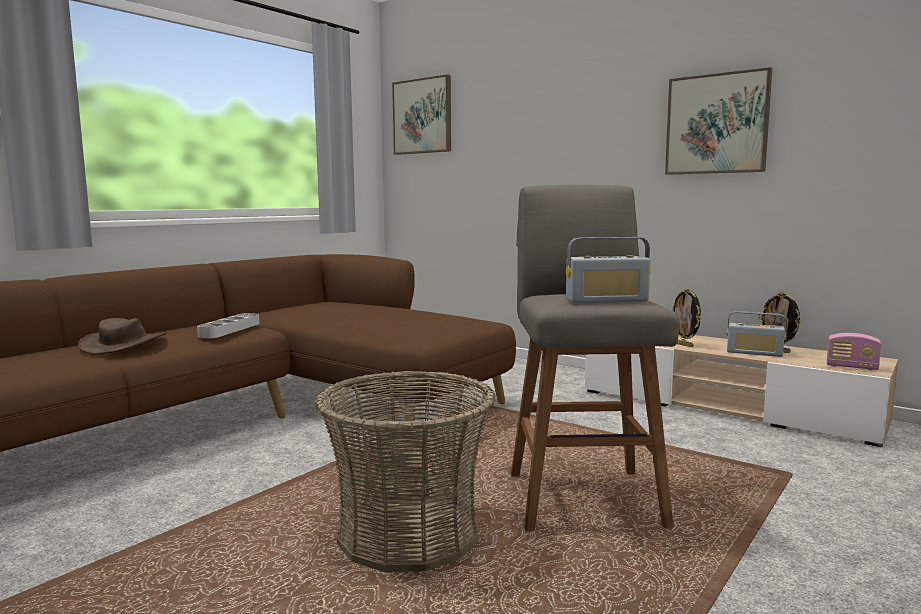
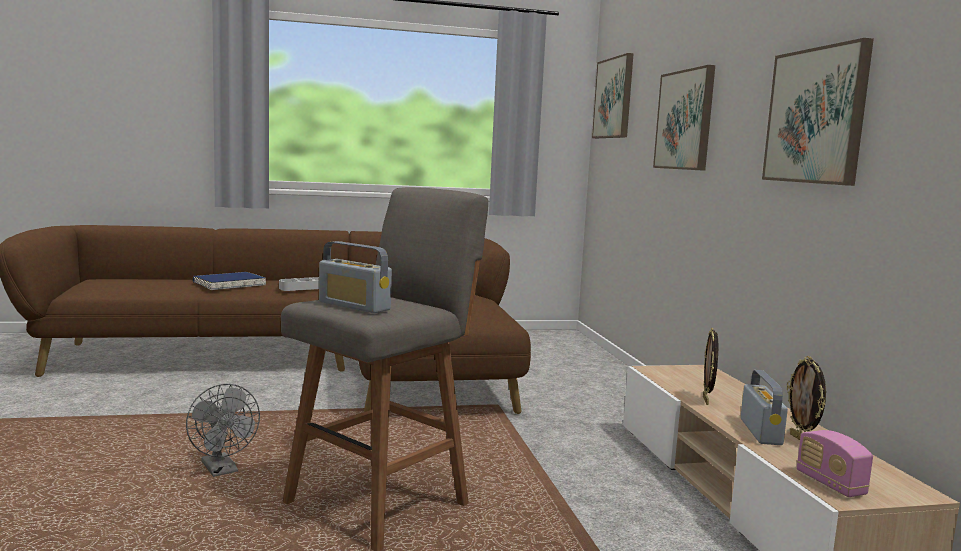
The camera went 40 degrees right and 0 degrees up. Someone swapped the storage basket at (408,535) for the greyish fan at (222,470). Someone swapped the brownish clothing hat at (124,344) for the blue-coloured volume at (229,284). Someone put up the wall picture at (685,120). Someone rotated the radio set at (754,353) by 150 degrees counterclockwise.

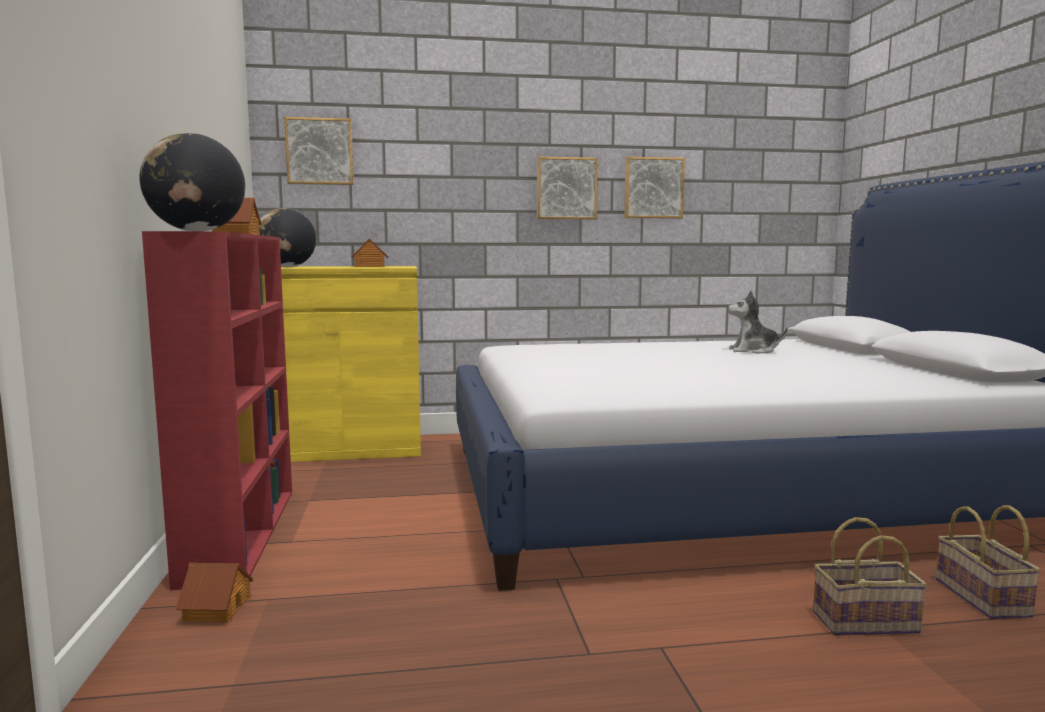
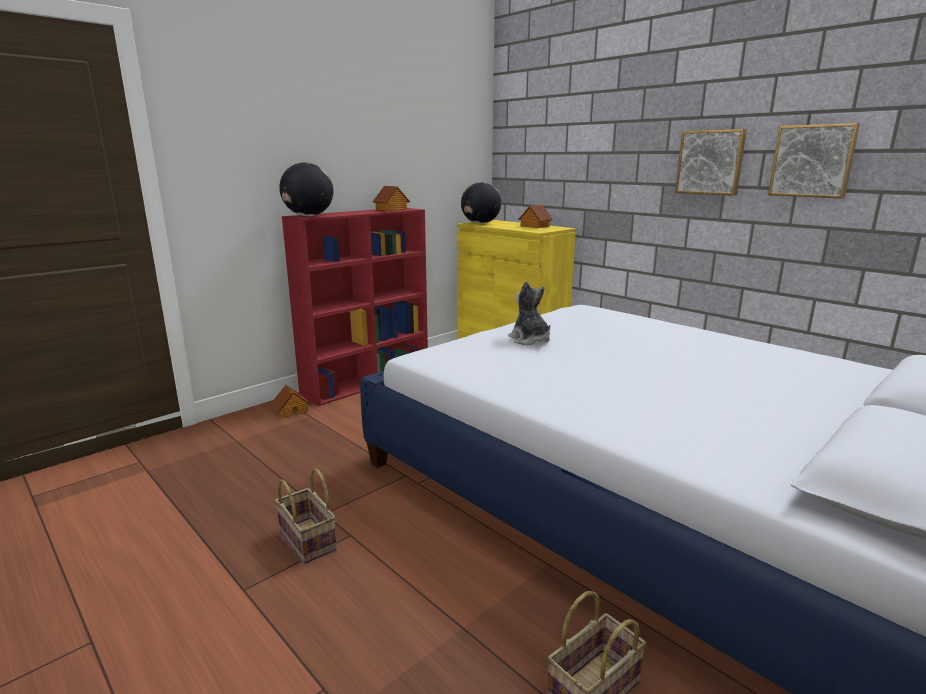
The camera went 55 degrees right and 10 degrees up. Someone carried the storage basket from (866,621) to (309,540). Someone carried the cuddly toy from (753,351) to (529,340). Someone took away the wall picture at (320,152).

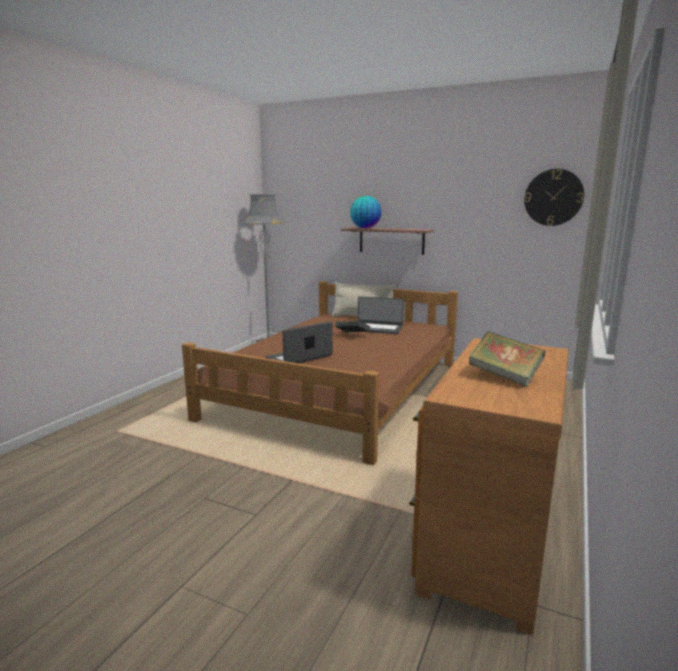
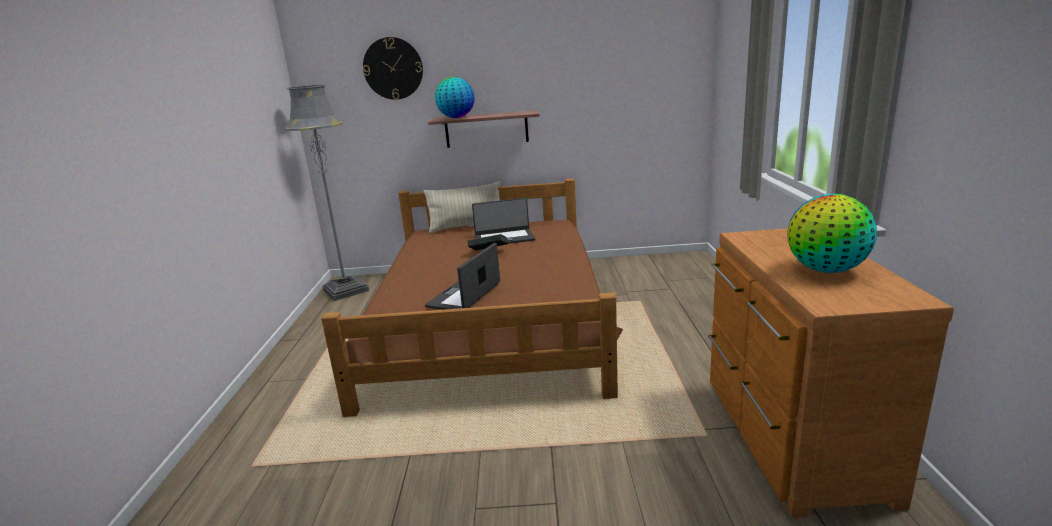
The camera went 25 degrees left and 5 degrees up. Someone carried the clock on the wall from (553,197) to (393,68). Someone swapped the volume at (504,376) for the globe at (826,270).

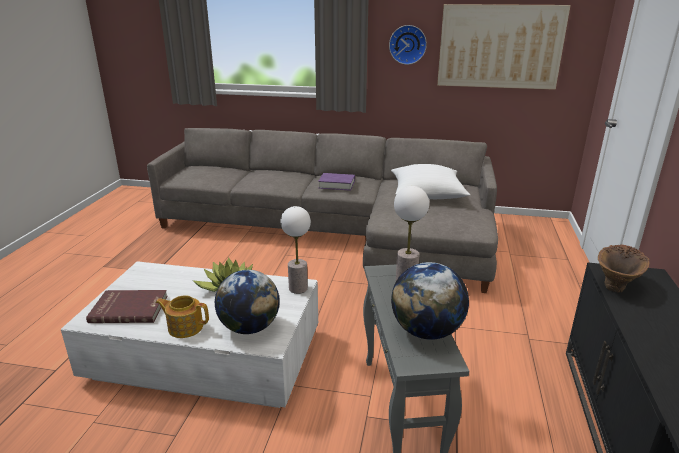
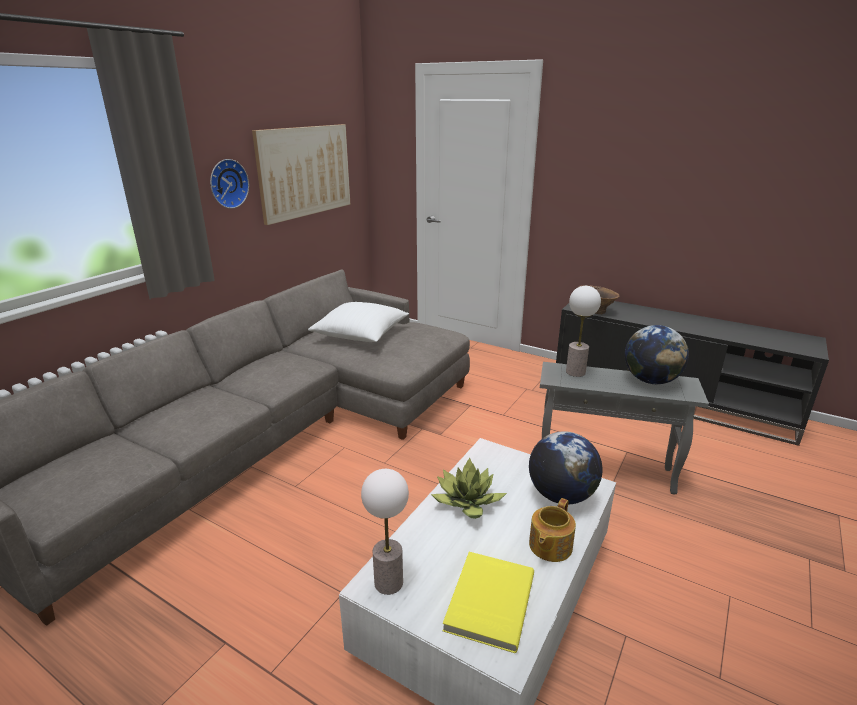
The camera went 70 degrees left and 0 degrees up. Someone carried the tabletop lamp from (298,288) to (388,582). Someone repainted the red-coloured volume at (129,308), which became the yellowish volume at (488,601). Someone took away the purple-coloured volume at (336,185).

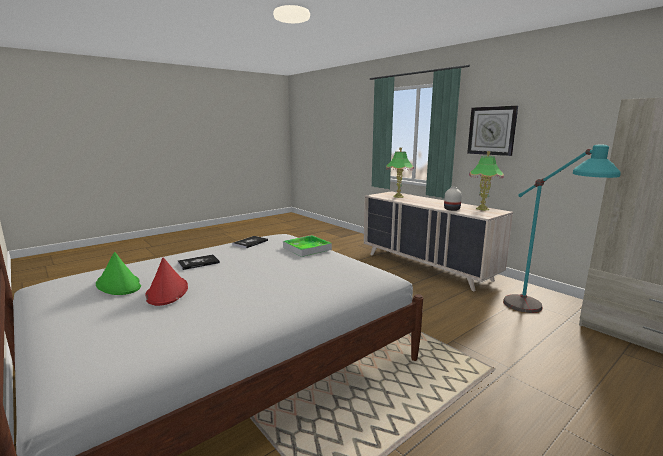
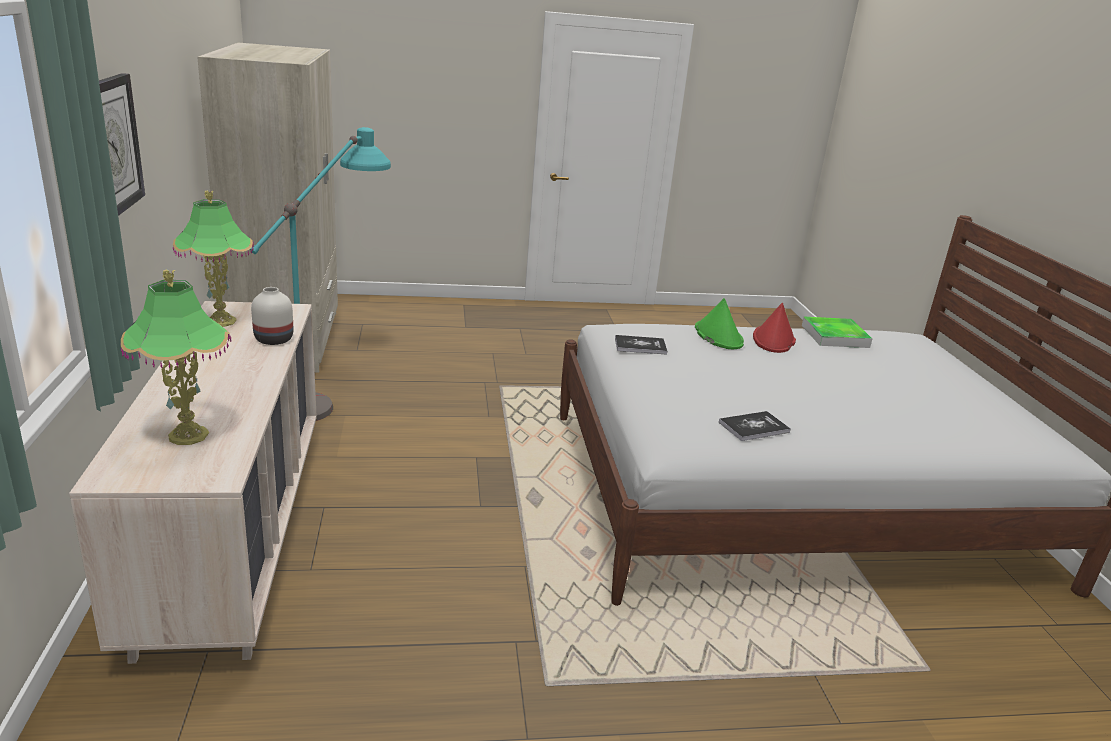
The camera went 150 degrees left and 10 degrees up. Someone carried the volume from (198,263) to (640,346). Someone carried the green-coloured clothing hat from (119,285) to (718,336). Someone carried the red-coloured clothing hat from (167,292) to (774,339). Someone carried the serving tray from (307,248) to (834,336).

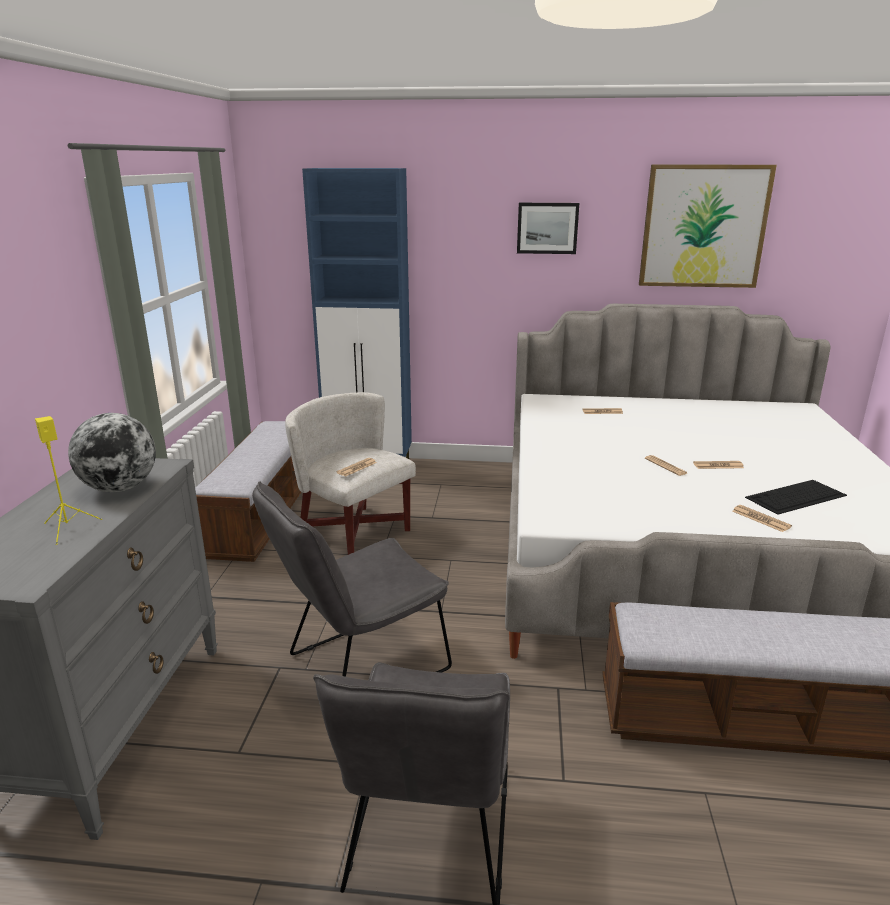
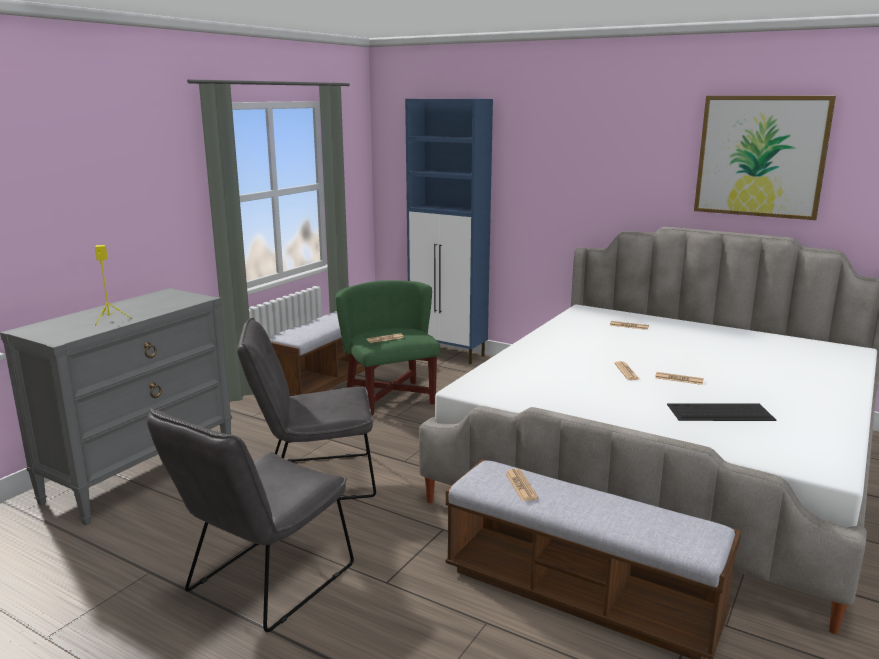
The camera went 25 degrees right and 5 degrees down. Someone repainted the whitish armchair at (355,532), which became the green-coloured armchair at (391,398). Someone carried the printed paper from (761,519) to (521,486). Someone took away the globe at (119,488). Someone took away the wall picture at (547,228).

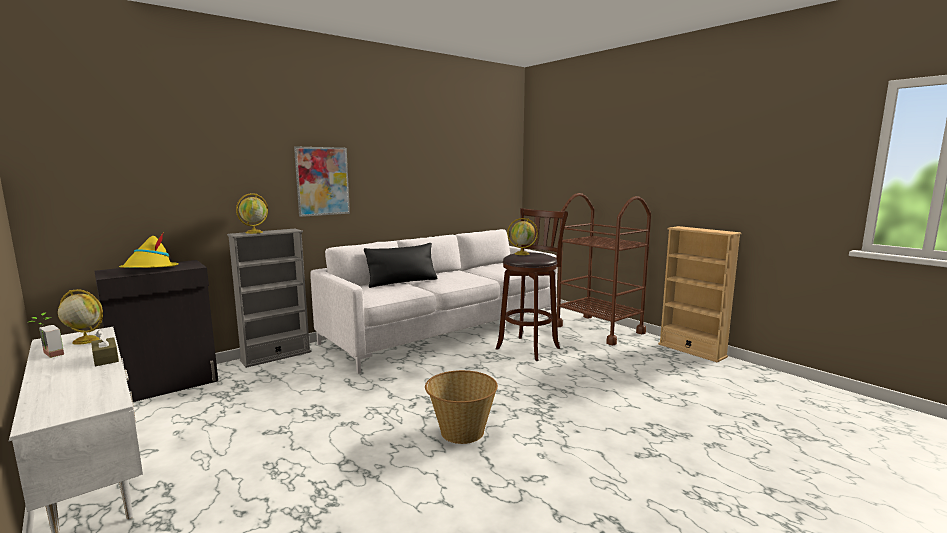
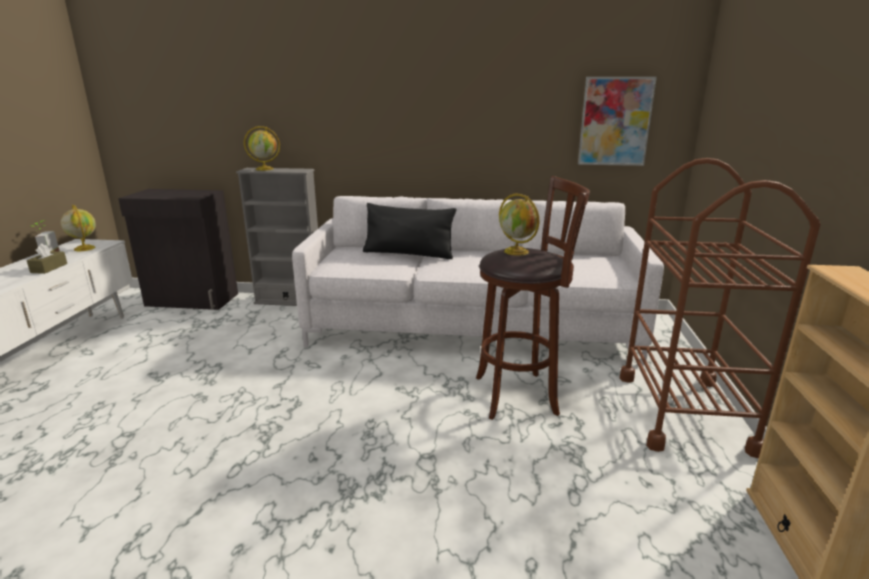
The camera went 45 degrees right and 10 degrees up. Someone carried the wall picture from (322,181) to (615,121). Someone took away the yellowish clothing hat at (150,270). Someone took away the storage basket at (461,432).

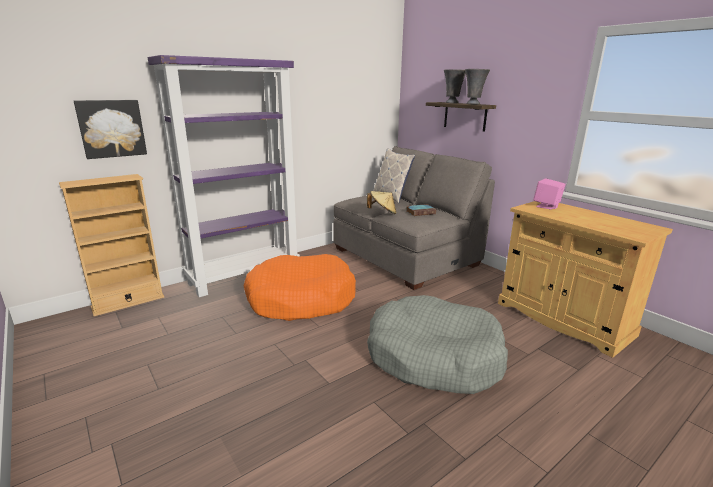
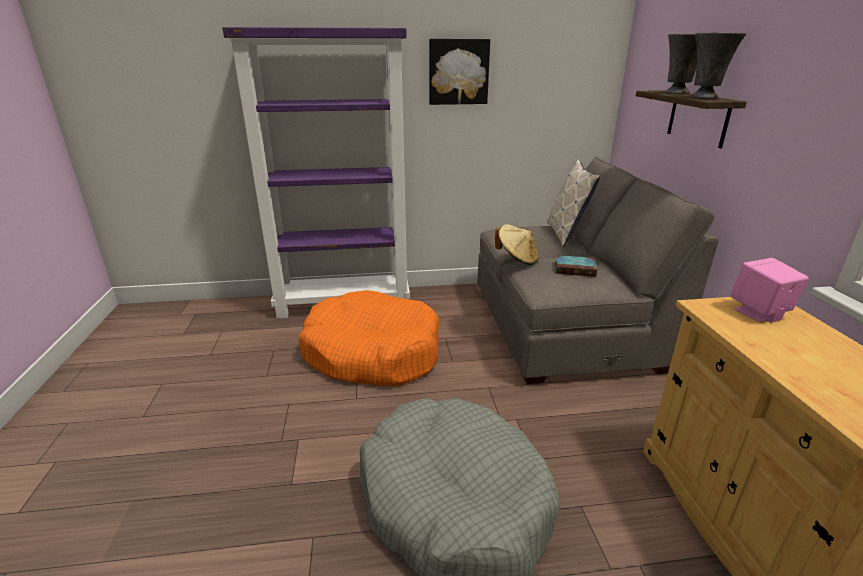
The camera went 30 degrees right and 5 degrees up. Someone carried the wall picture from (111,128) to (458,72). Someone took away the beige-coloured shelving unit at (128,302).

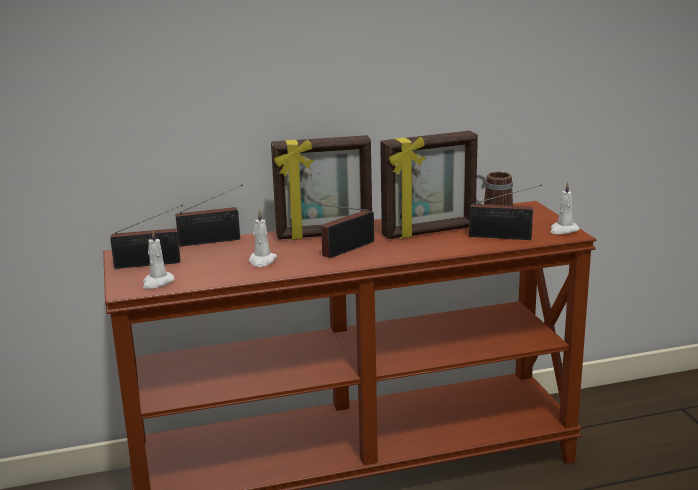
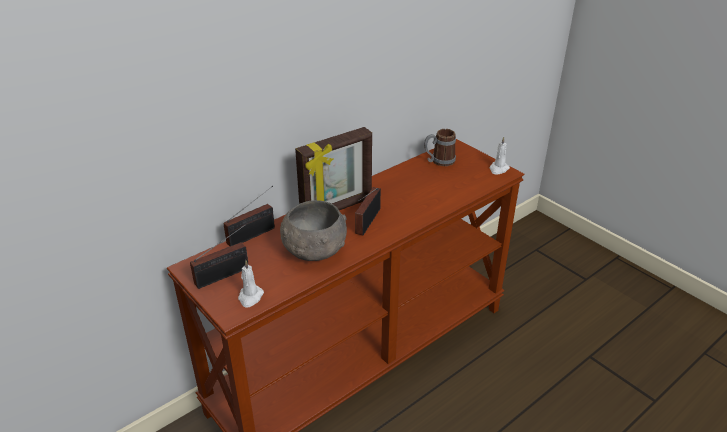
The camera went 25 degrees left and 15 degrees up. Someone swapped the whitish wax candle at (262,261) for the greyish serving bowl at (314,251). Someone took away the standing frame at (429,232). Someone took away the radio set at (504,237).

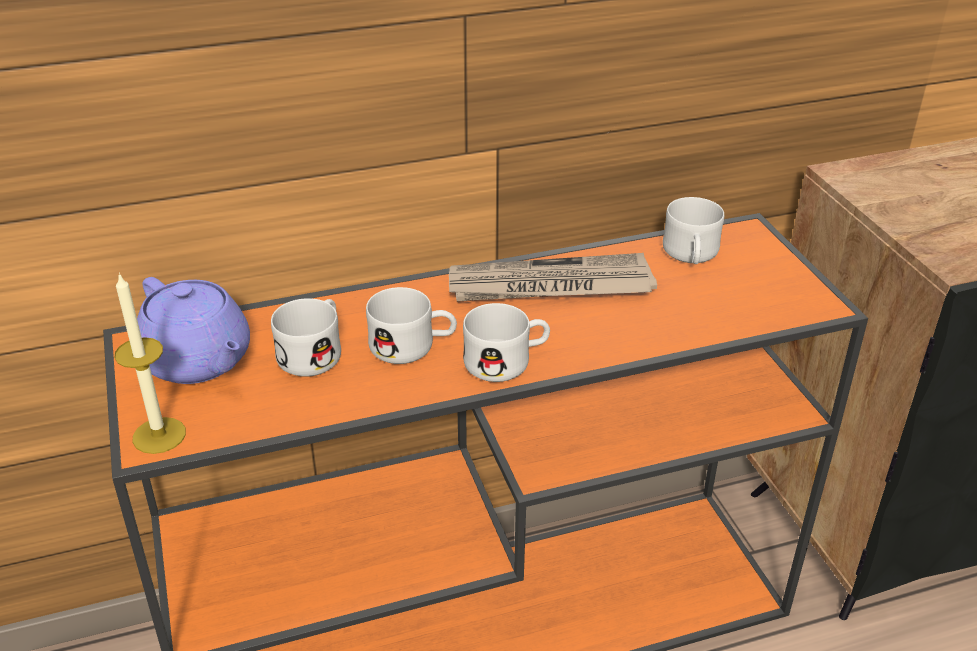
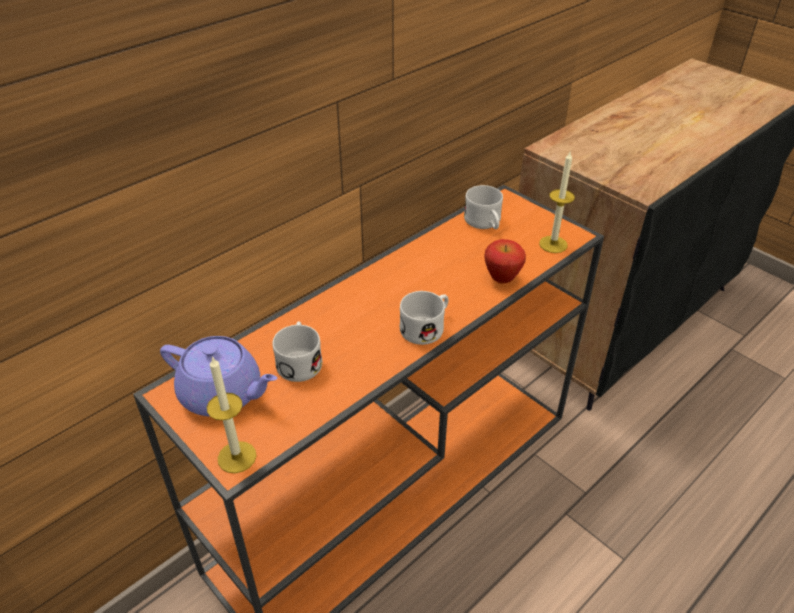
The camera went 25 degrees left and 5 degrees up. Someone put down the apple fruit at (502,279). Someone put down the wax candle at (553,244). Someone took away the whitish tea mug at (413,346). Someone took away the printed paper at (549,286).

